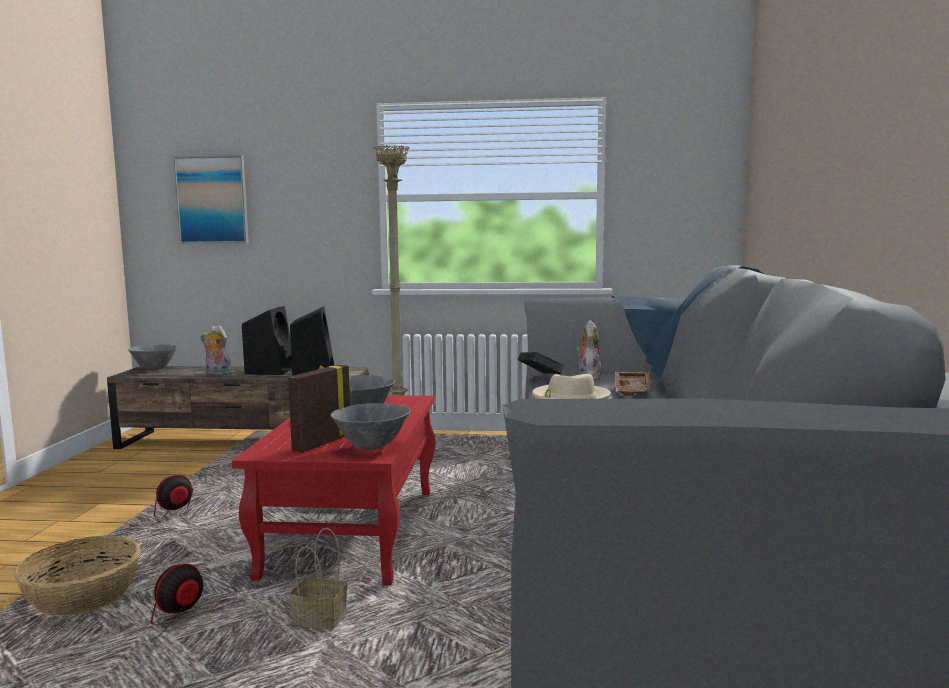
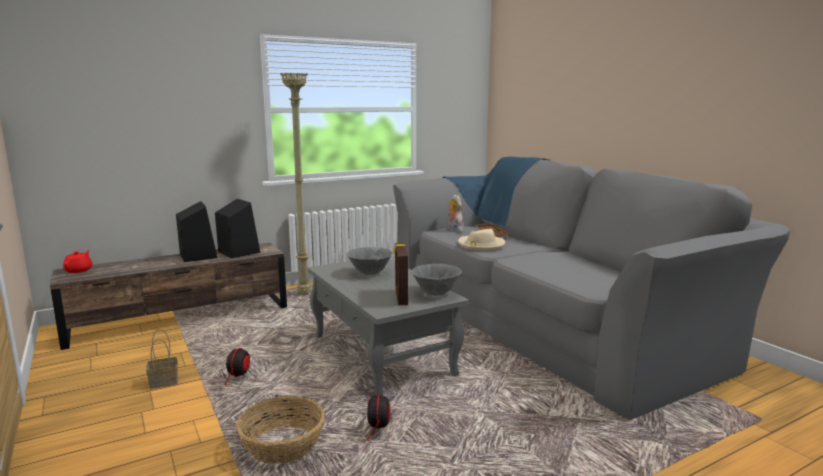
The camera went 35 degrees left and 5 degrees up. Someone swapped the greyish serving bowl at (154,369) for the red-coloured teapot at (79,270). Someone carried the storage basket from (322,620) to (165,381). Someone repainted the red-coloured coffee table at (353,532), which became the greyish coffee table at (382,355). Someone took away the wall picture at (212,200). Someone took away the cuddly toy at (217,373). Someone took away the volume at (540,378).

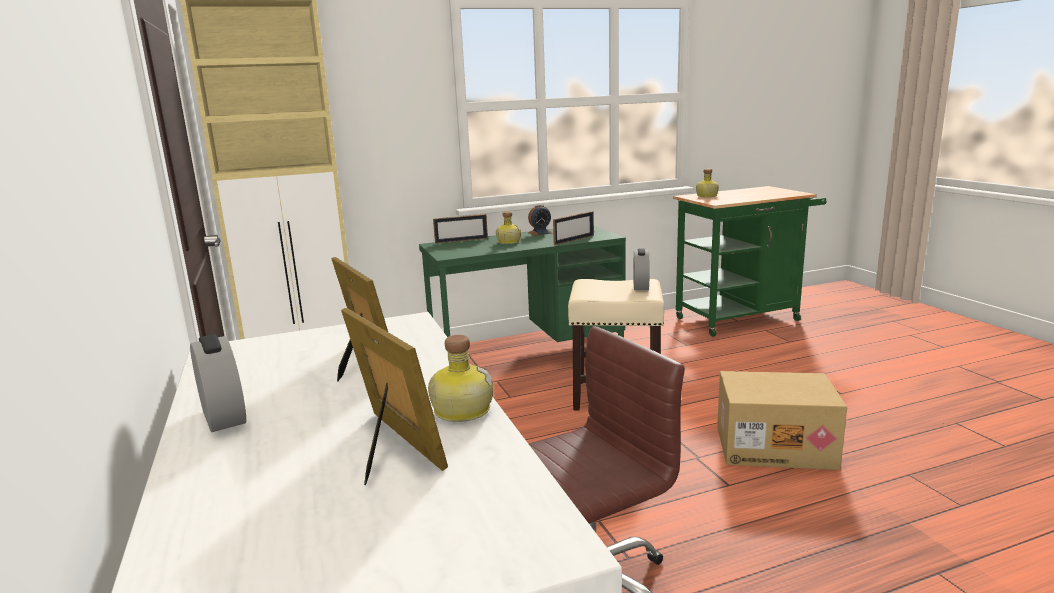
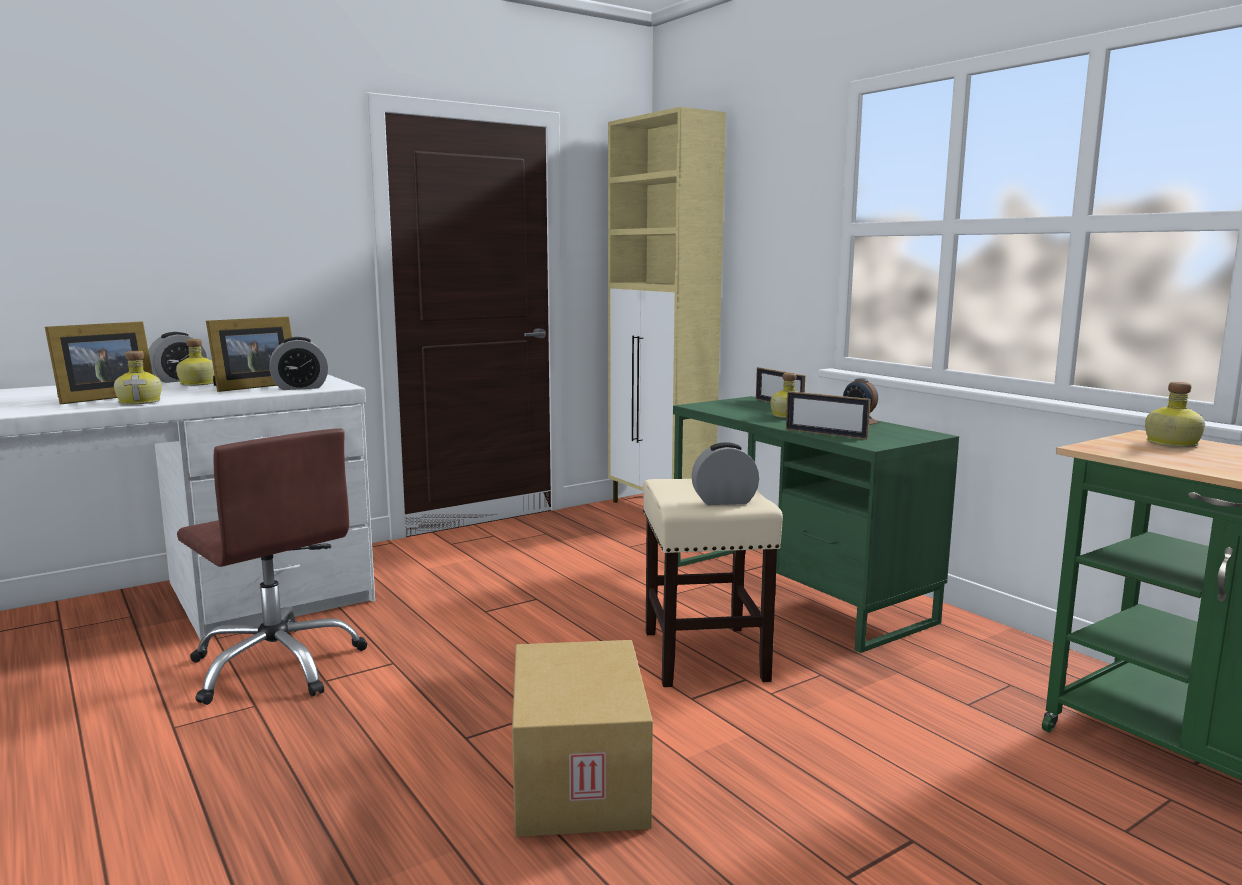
The camera went 75 degrees right and 5 degrees down. Someone put down the bottle at (197,384). Someone put down the bedside clock at (300,388).

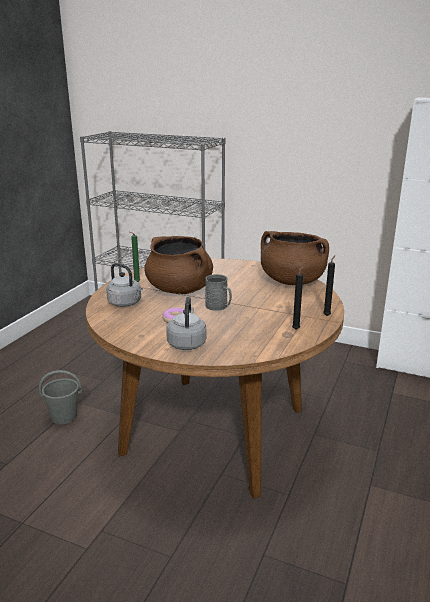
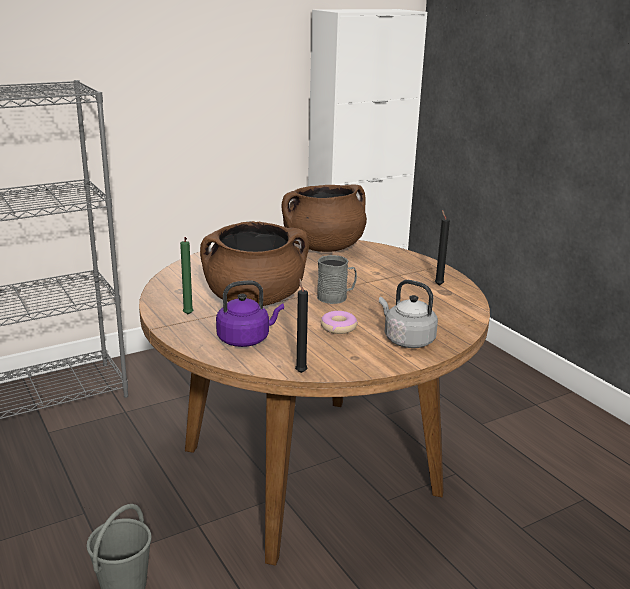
The camera went 55 degrees left and 0 degrees up. Someone repainted the greyish tea kettle at (126,303), which became the purple-coloured tea kettle at (246,339). Someone carried the black wax candle from (327,315) to (300,371).

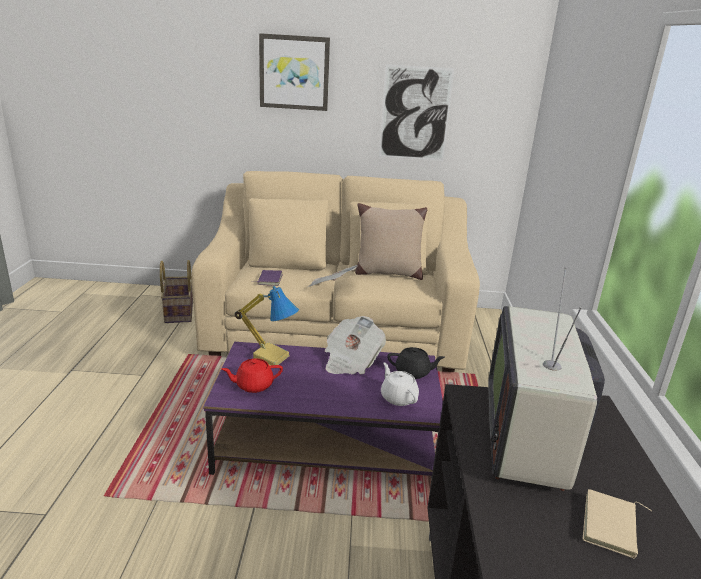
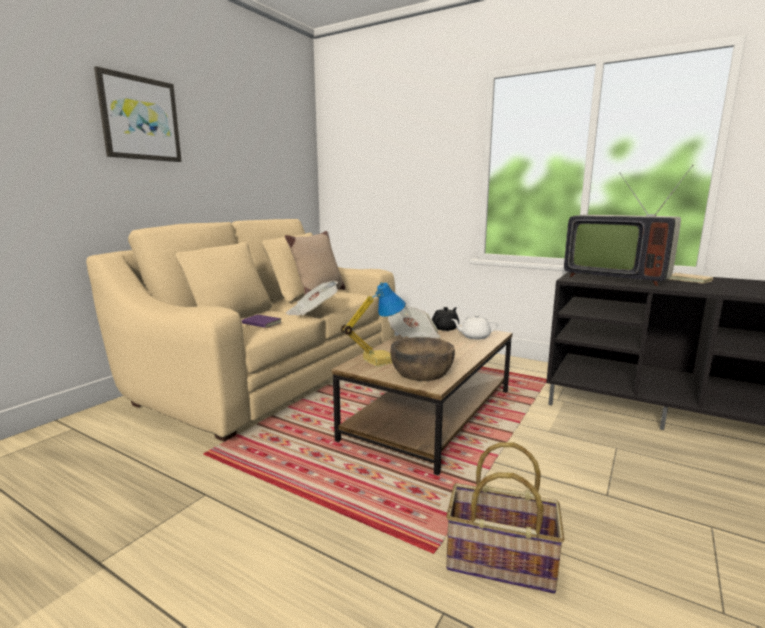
The camera went 60 degrees left and 10 degrees down. Someone repainted the purple-coloured coffee table at (328,443), which became the brownish coffee table at (431,413). Someone swapped the red-coloured teapot at (253,385) for the brownish serving bowl at (421,372). Someone carried the storage basket from (178,312) to (499,562). Someone took away the wall picture at (415,113).

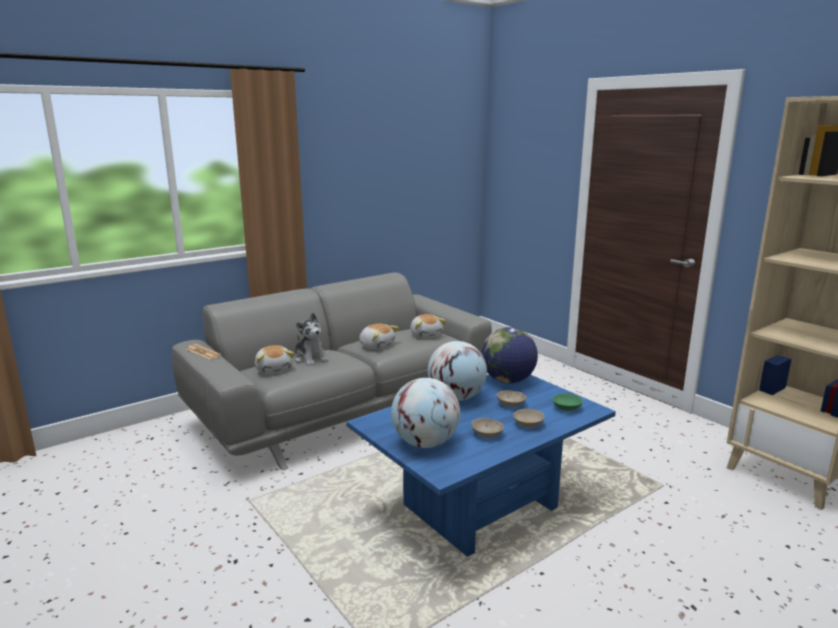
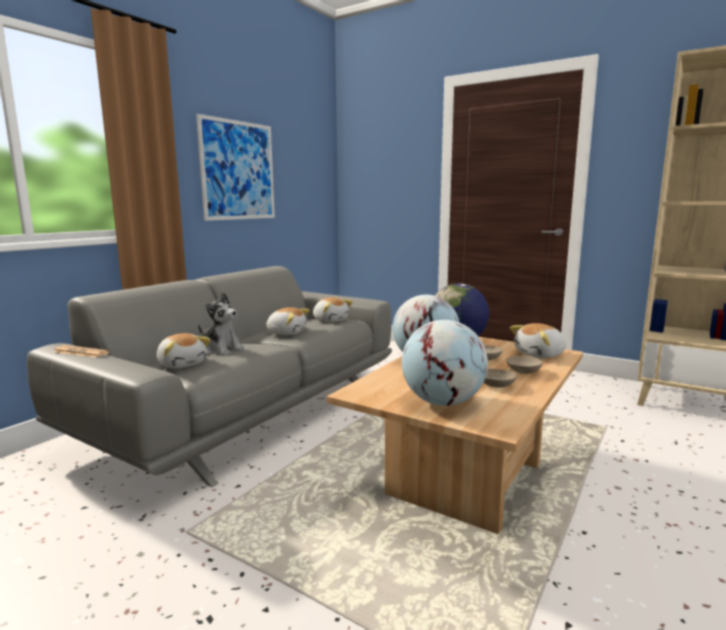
The camera went 20 degrees left and 5 degrees down. Someone put up the wall picture at (238,170). Someone repainted the blue-coloured coffee table at (480,507), which became the beige-coloured coffee table at (466,479). Someone swapped the green-coloured serving bowl at (567,408) for the cuddly toy at (540,355).

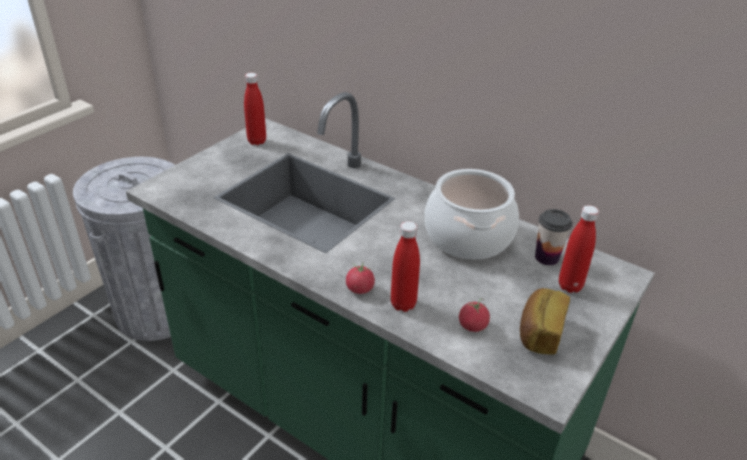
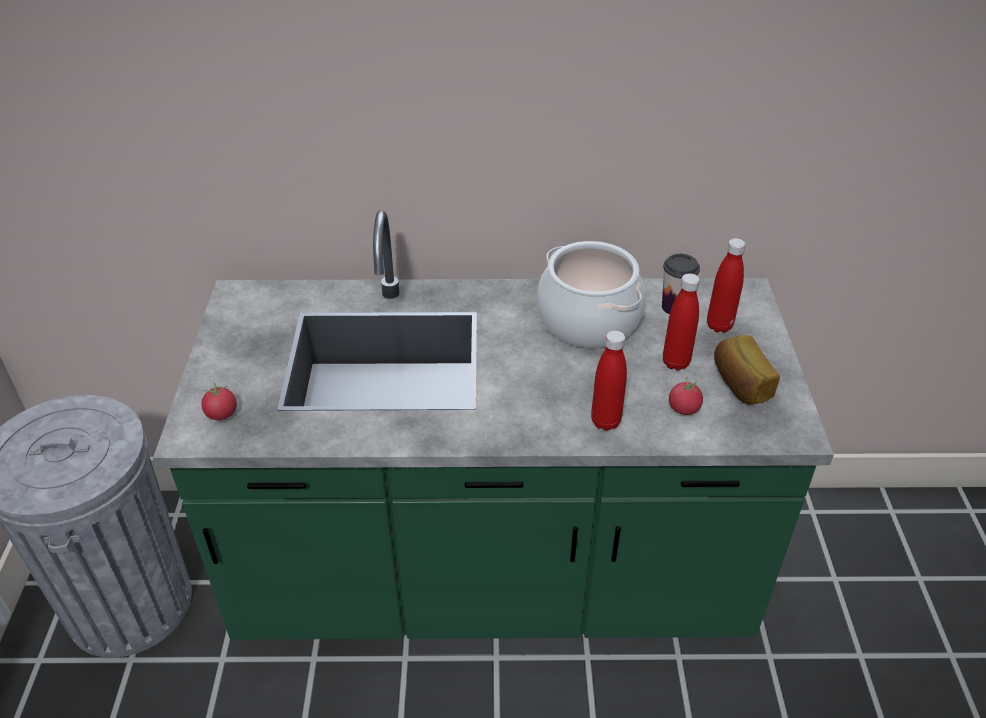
The camera went 35 degrees left and 5 degrees up. Someone carried the fresh tomato from (360,289) to (221,413). Someone carried the red-coloured bottle from (257,141) to (675,362).

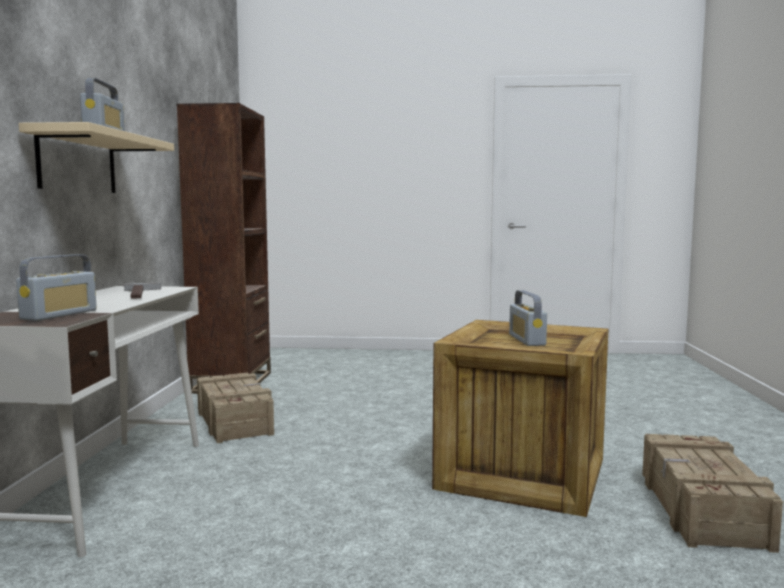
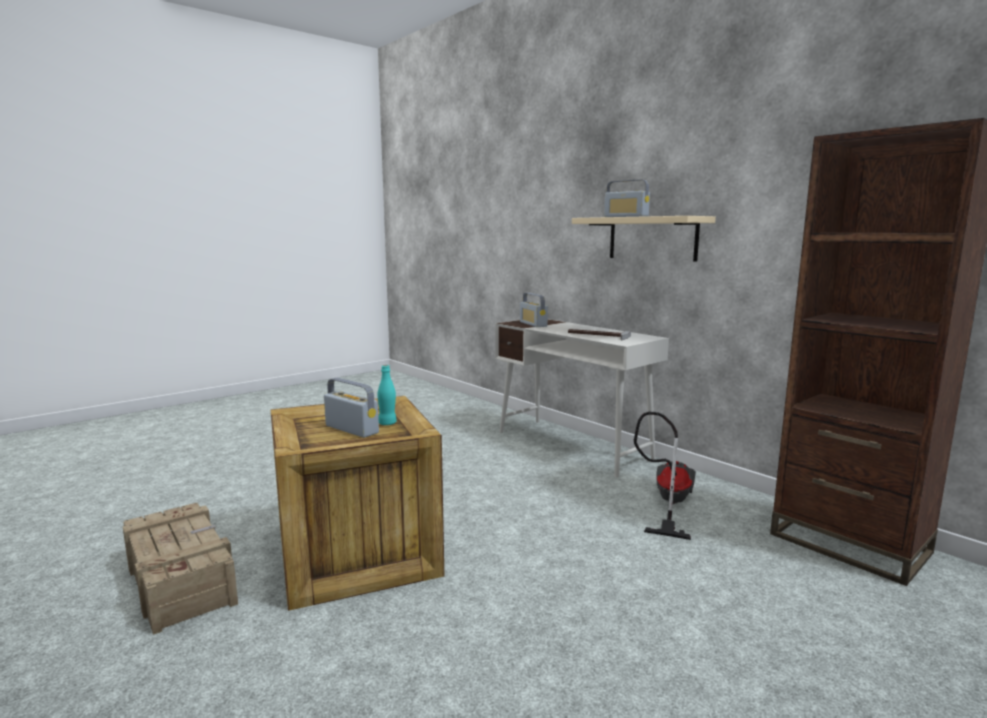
The camera went 135 degrees right and 5 degrees up. Someone put down the turquoise-coloured bottle at (387,423). Someone swapped the crate at (234,420) for the vacuum at (667,502).

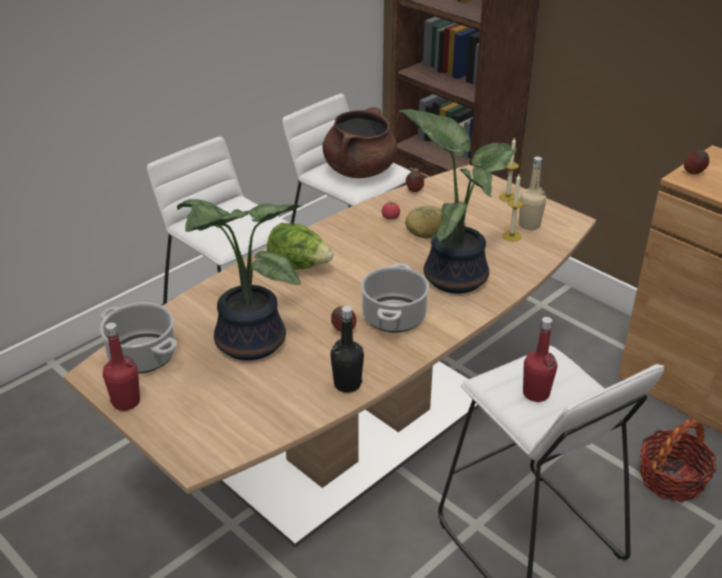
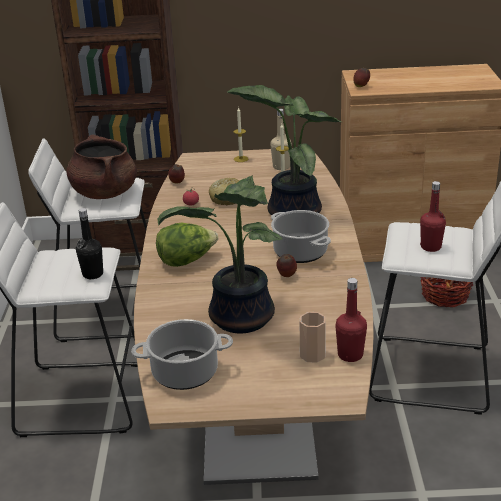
The camera went 45 degrees left and 5 degrees down. Someone carried the black bottle from (347,384) to (93,274). Someone put down the small cup at (312,354). Someone carried the red-coloured bottle from (126,402) to (350,355).

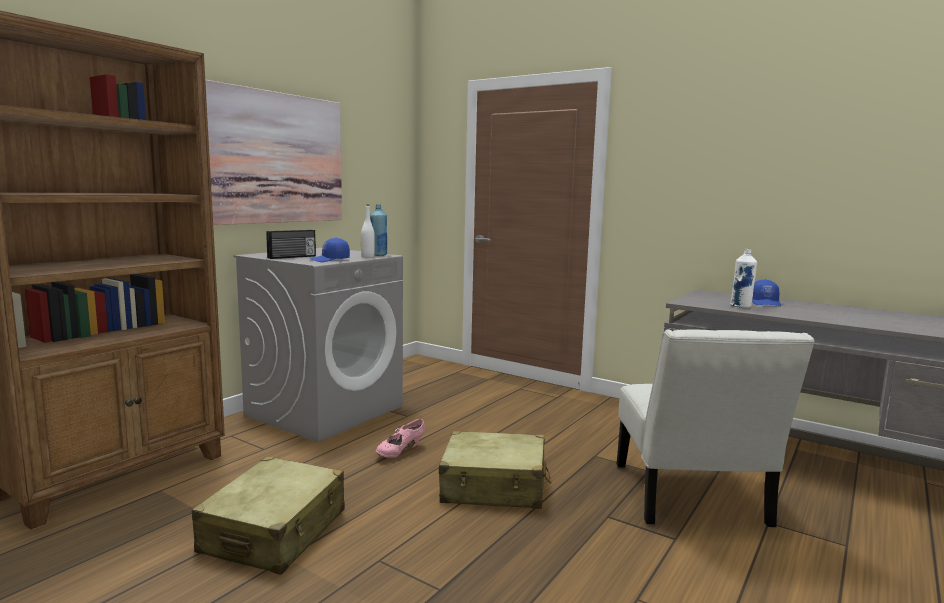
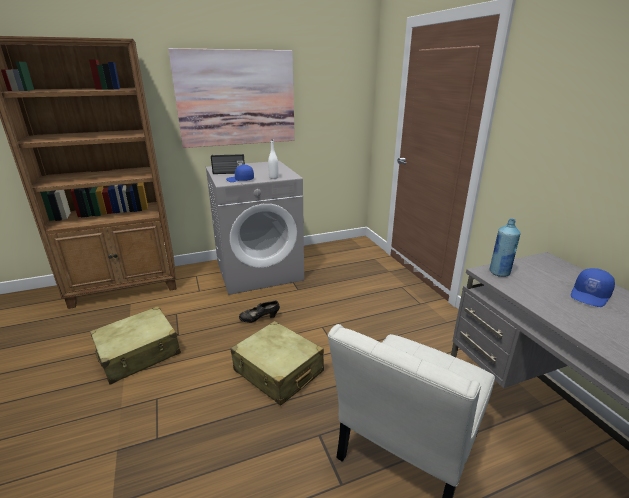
The camera went 35 degrees right and 15 degrees up. Someone repainted the pinkish low shoe at (400,452), which became the black low shoe at (259,319). Someone carried the blue-coloured bottle from (378,255) to (499,273). Someone took away the whitish bottle at (741,306).

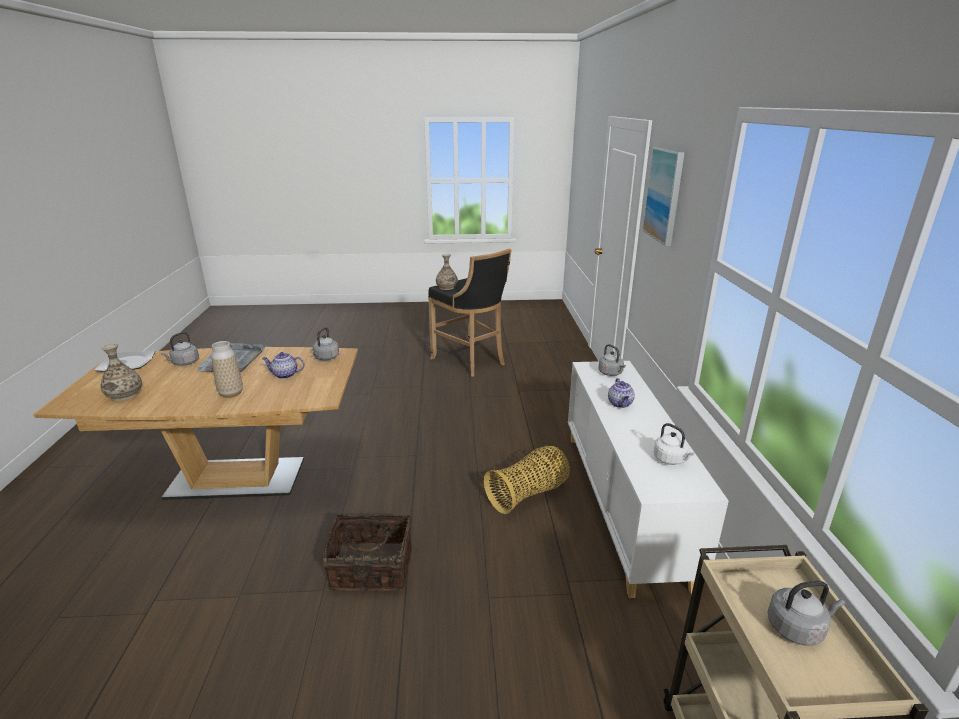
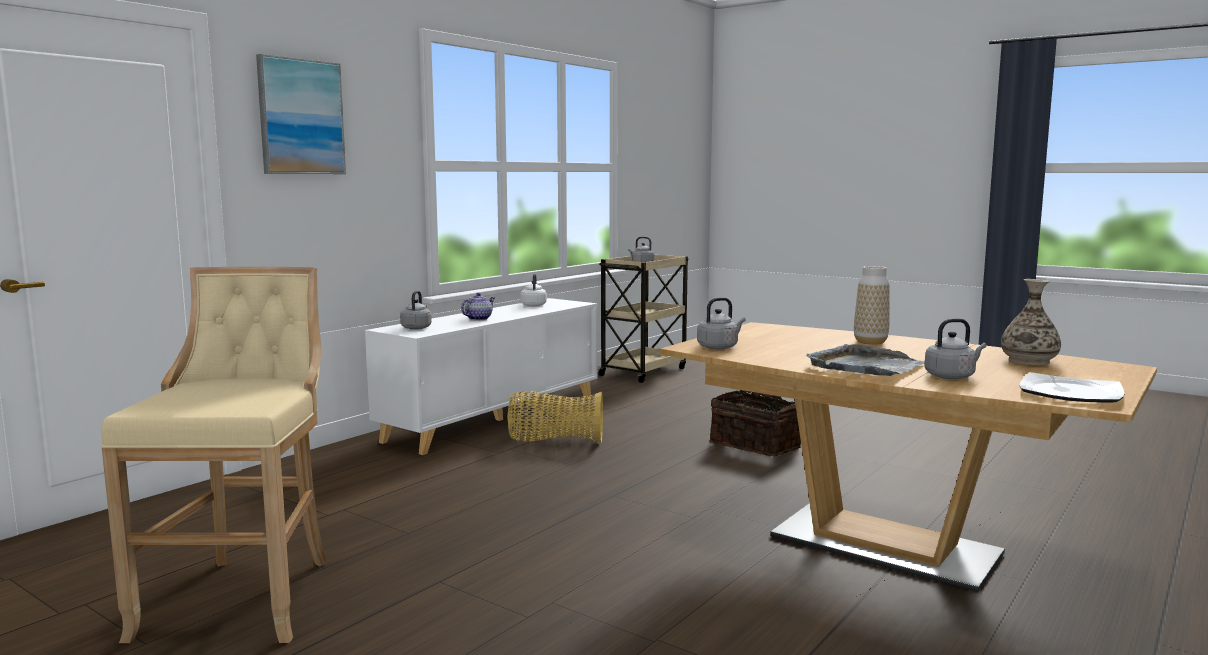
The camera went 140 degrees left and 15 degrees down. Someone repainted the black sitting stool at (471,361), which became the beige-coloured sitting stool at (245,596). Someone took away the teapot at (284,375). Someone took away the vase at (447,287).

